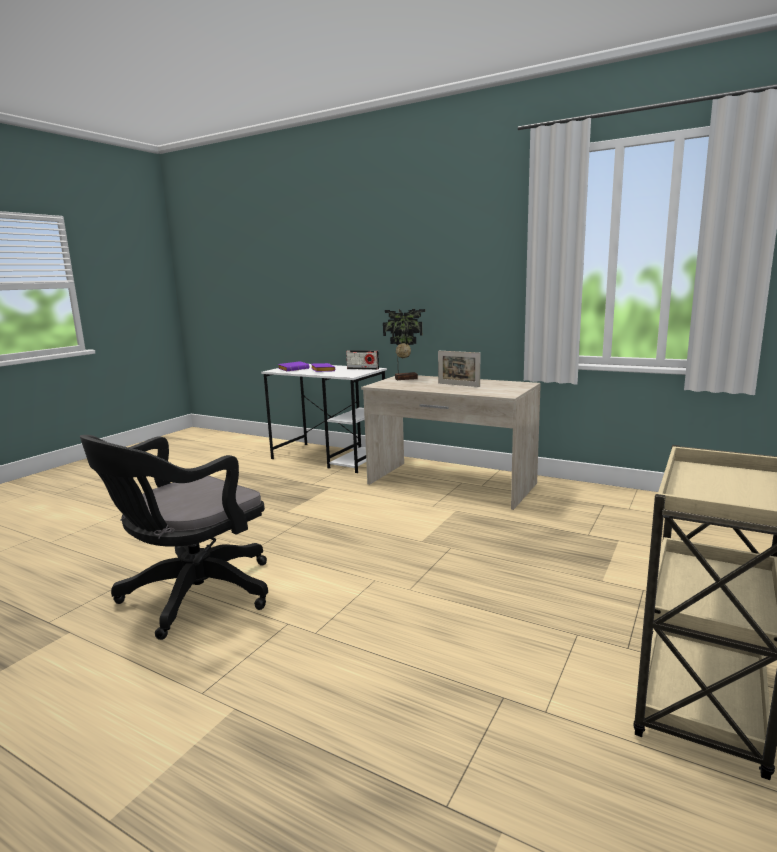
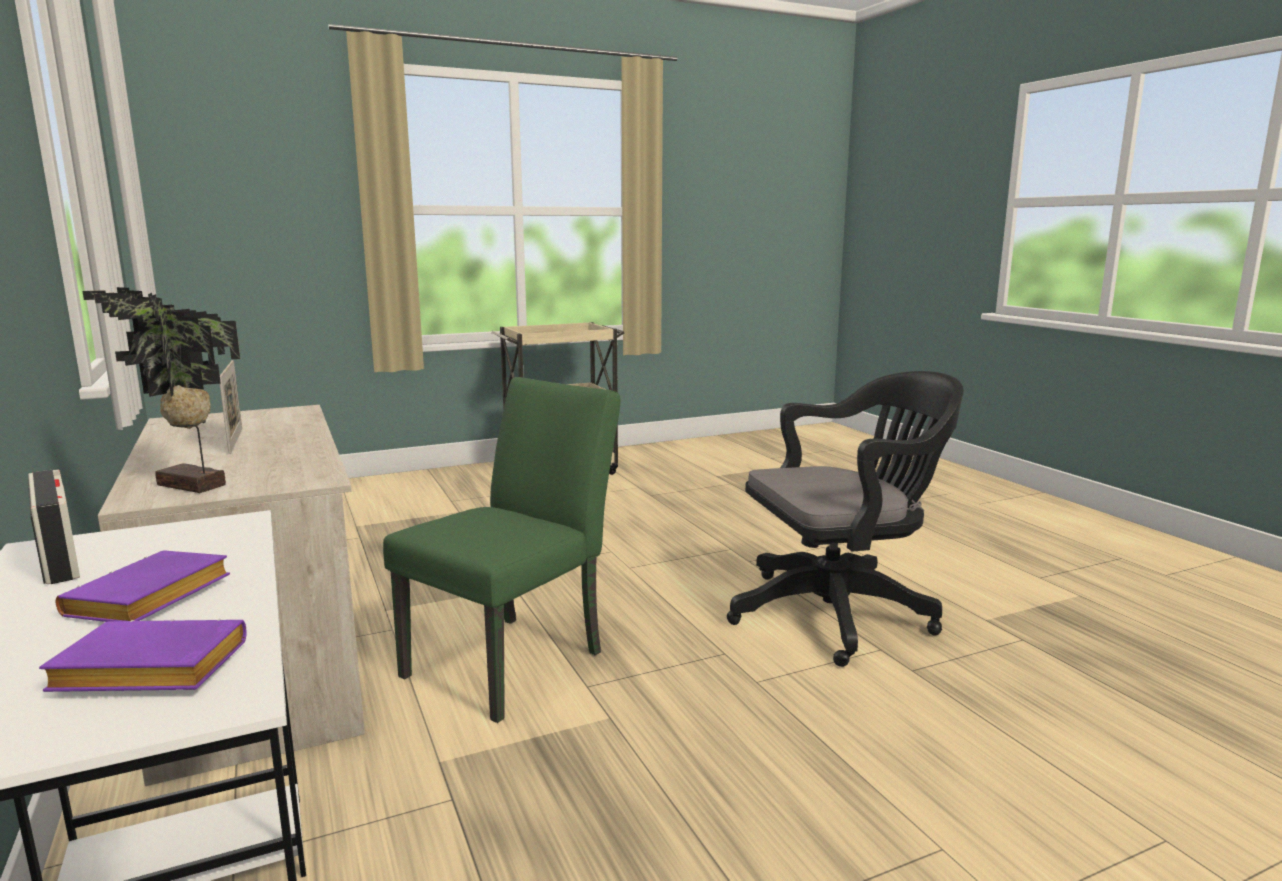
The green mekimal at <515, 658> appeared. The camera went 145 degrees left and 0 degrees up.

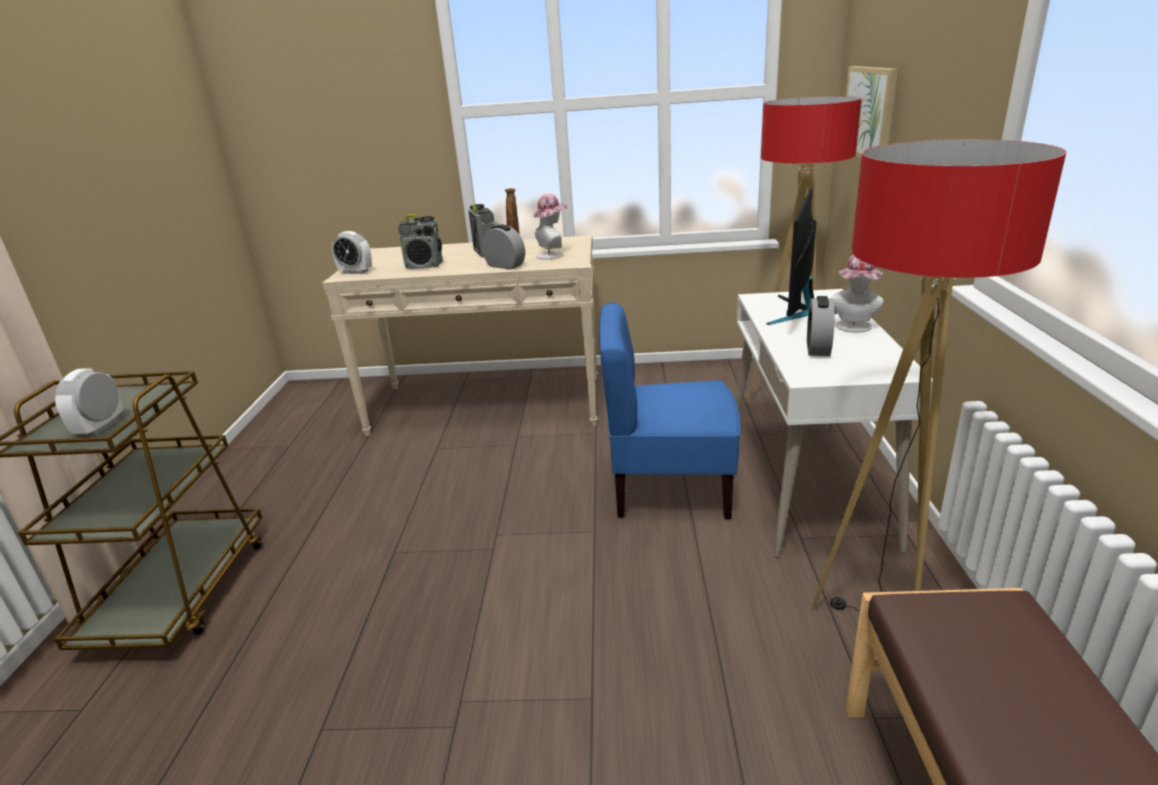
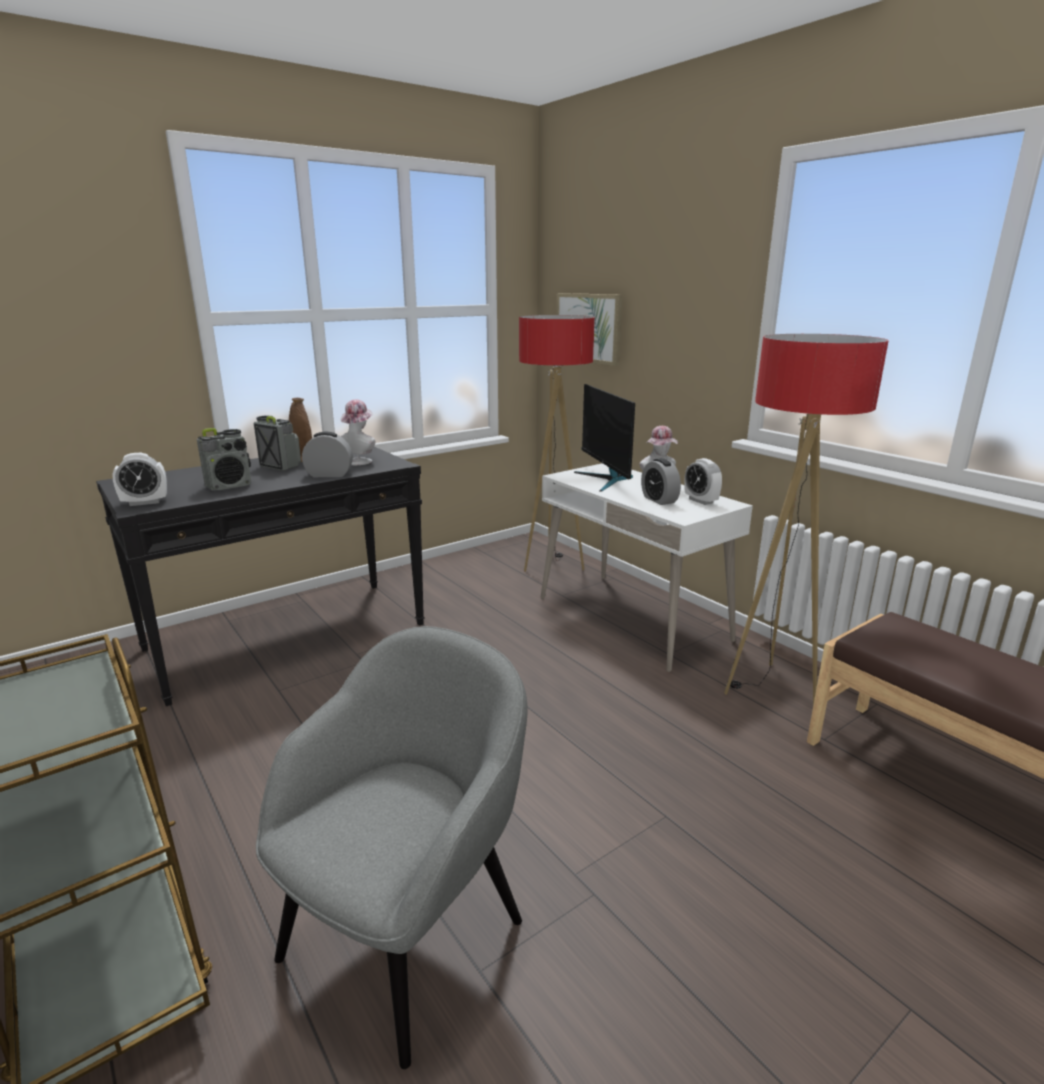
The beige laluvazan at <488, 405> became the black laluvazan at <288, 636>. The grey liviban at <407, 934> appeared. The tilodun moved from <101, 427> to <701, 501>. The blue mekimal at <669, 489> disappeared. The camera went 40 degrees left and 5 degrees down.

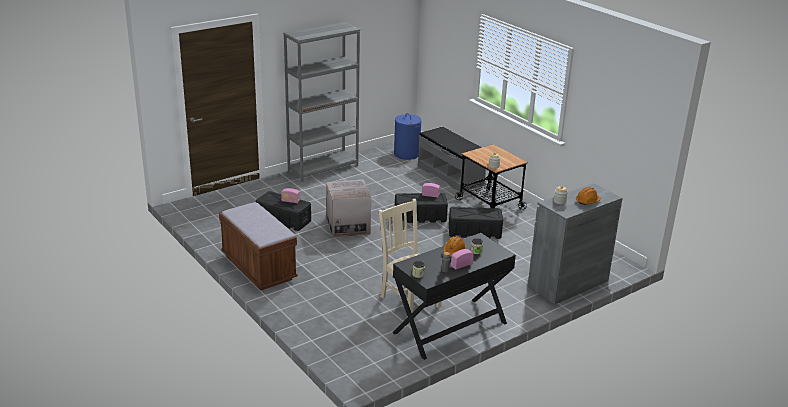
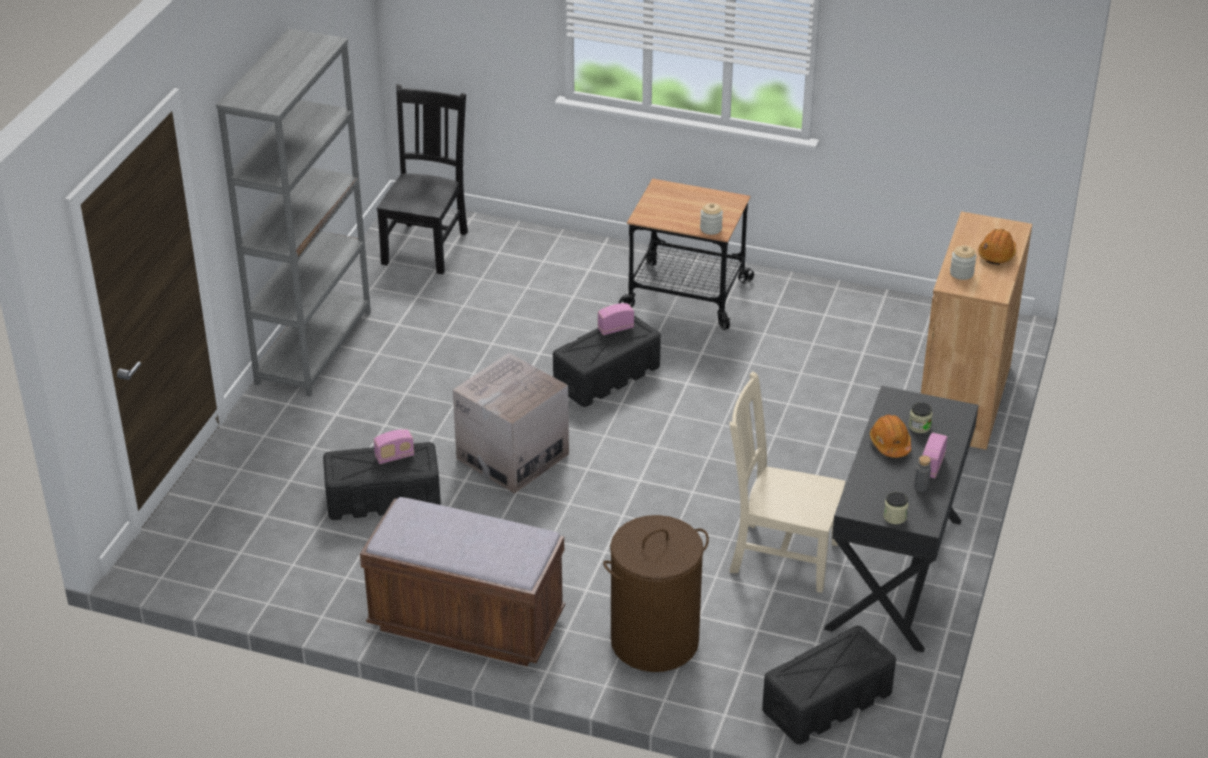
The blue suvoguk at <407, 154> was replaced by the black mekimal at <426, 246>. The brown suvoguk at <654, 641> appeared. The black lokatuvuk moved from <474, 232> to <826, 702>. The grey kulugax at <568, 283> became the brown kulugax at <963, 400>. The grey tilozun at <451, 175> disappeared. The camera went 35 degrees left and 10 degrees up.

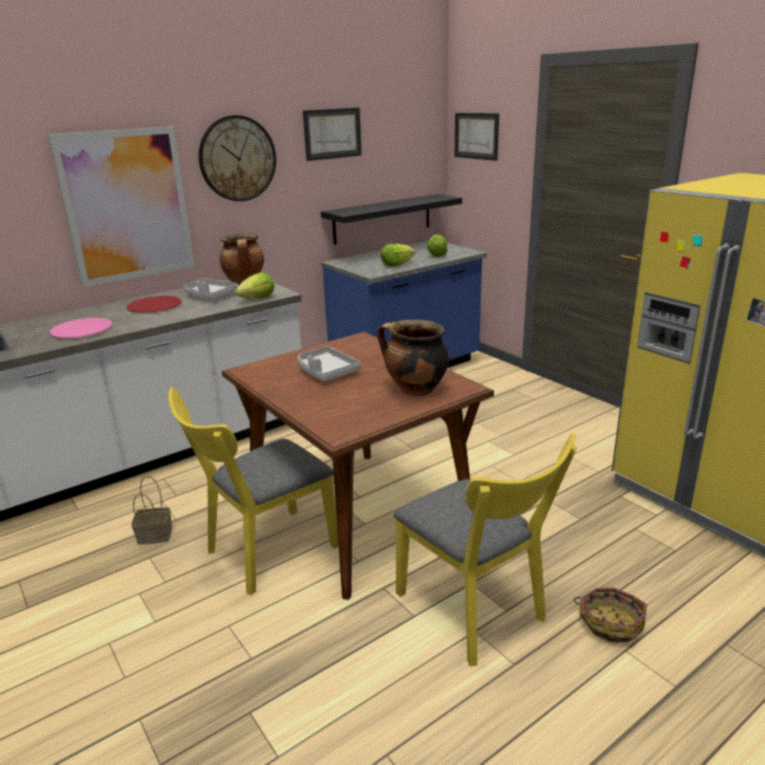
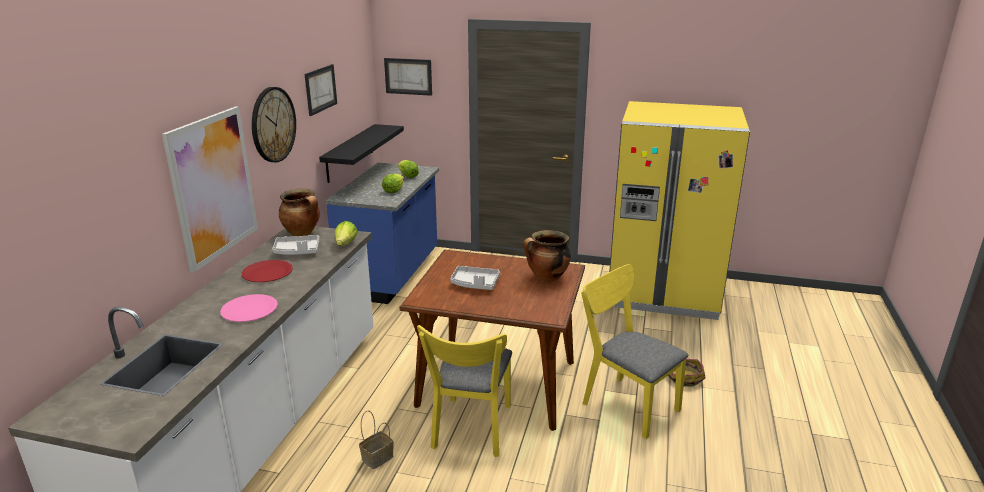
The yellow mekimal at <476, 613> turned 150 degrees counterclockwise. The camera went 40 degrees left and 0 degrees up.

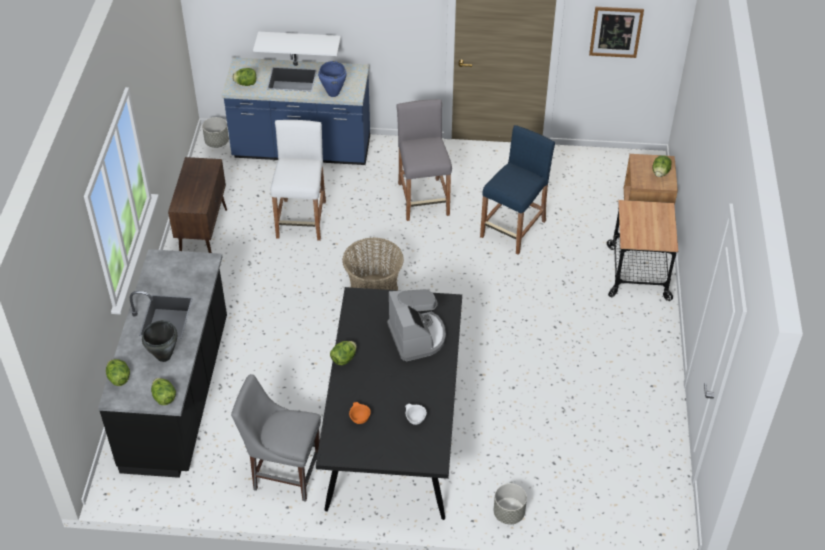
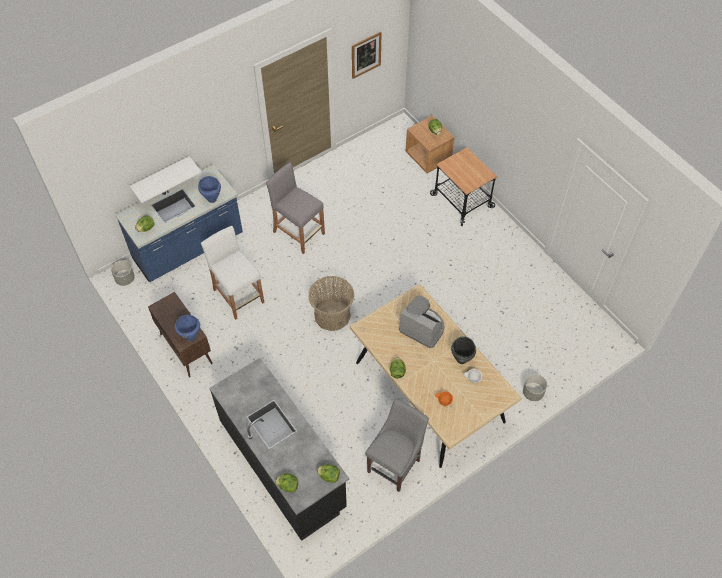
The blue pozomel at <191, 337> appeared. The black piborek at <393, 430> became the beige piborek at <428, 391>. The grey mekimal at <283, 473> turned 150 degrees clockwise. The black pozomel moved from <164, 356> to <461, 359>. The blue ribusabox at <513, 229> disappeared. The camera went 40 degrees left and 10 degrees up.

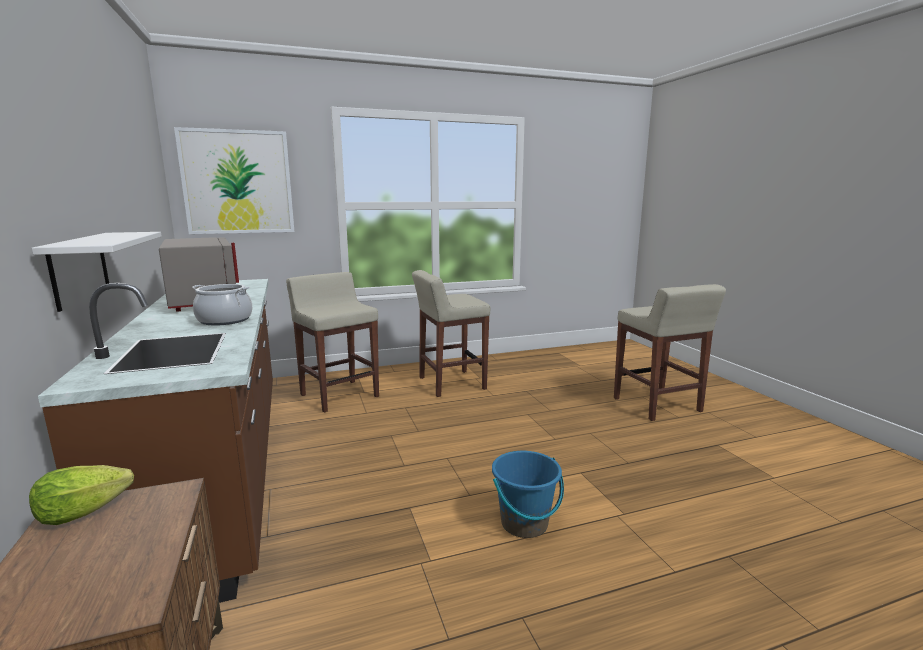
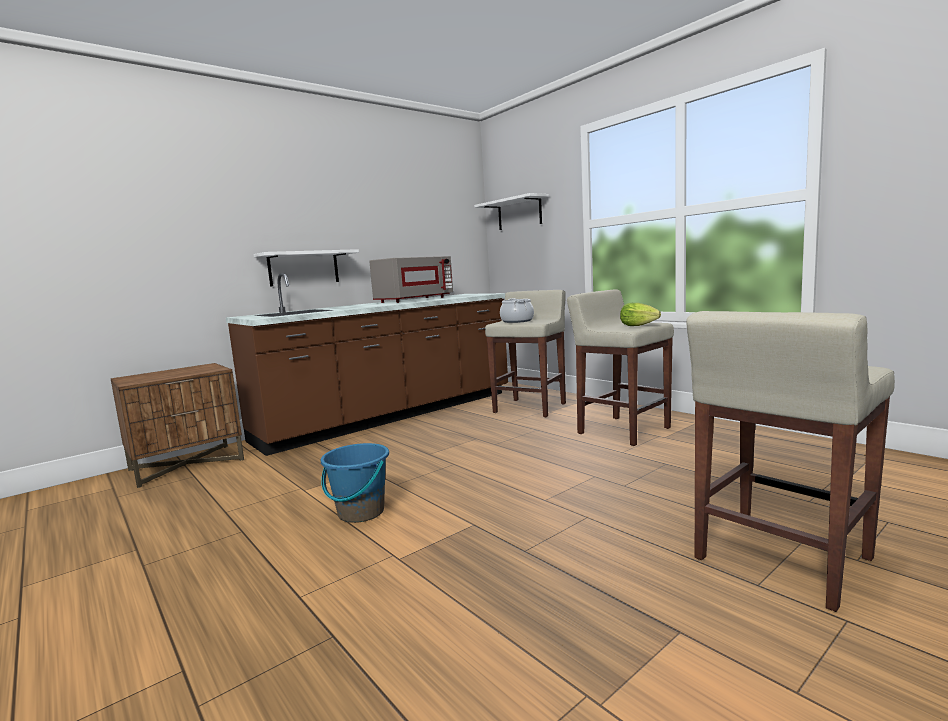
The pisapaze at <238, 182> was replaced by the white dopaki at <519, 213>. The pozomel moved from <224, 320> to <517, 321>. The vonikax moved from <82, 512> to <637, 326>. The camera went 70 degrees right and 5 degrees down.

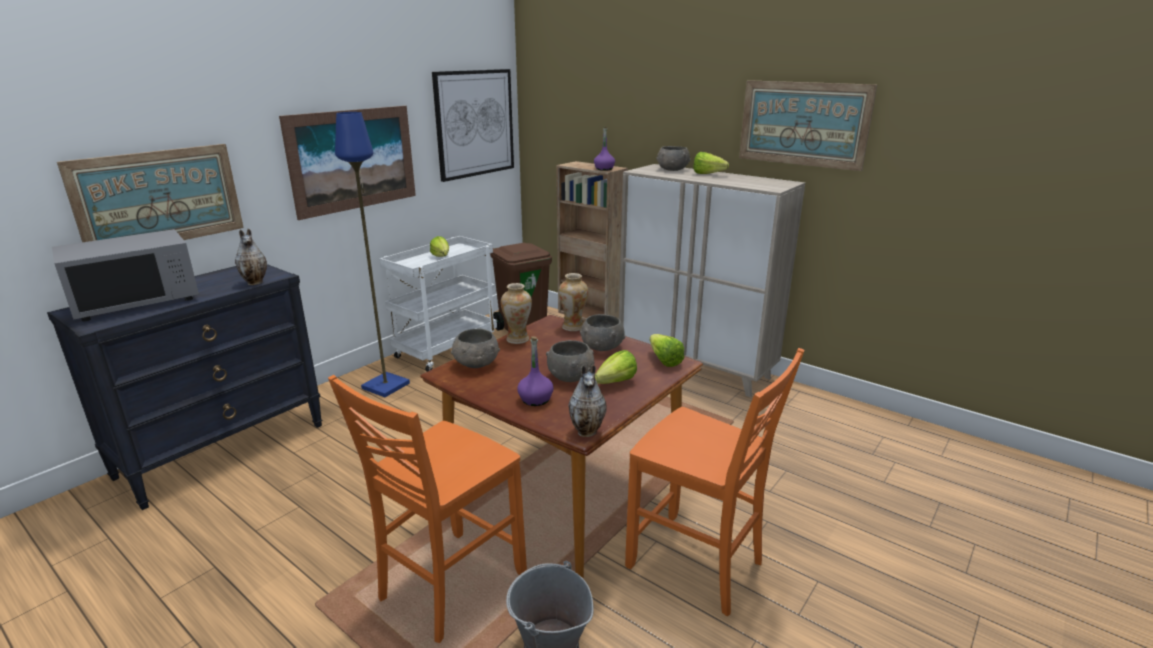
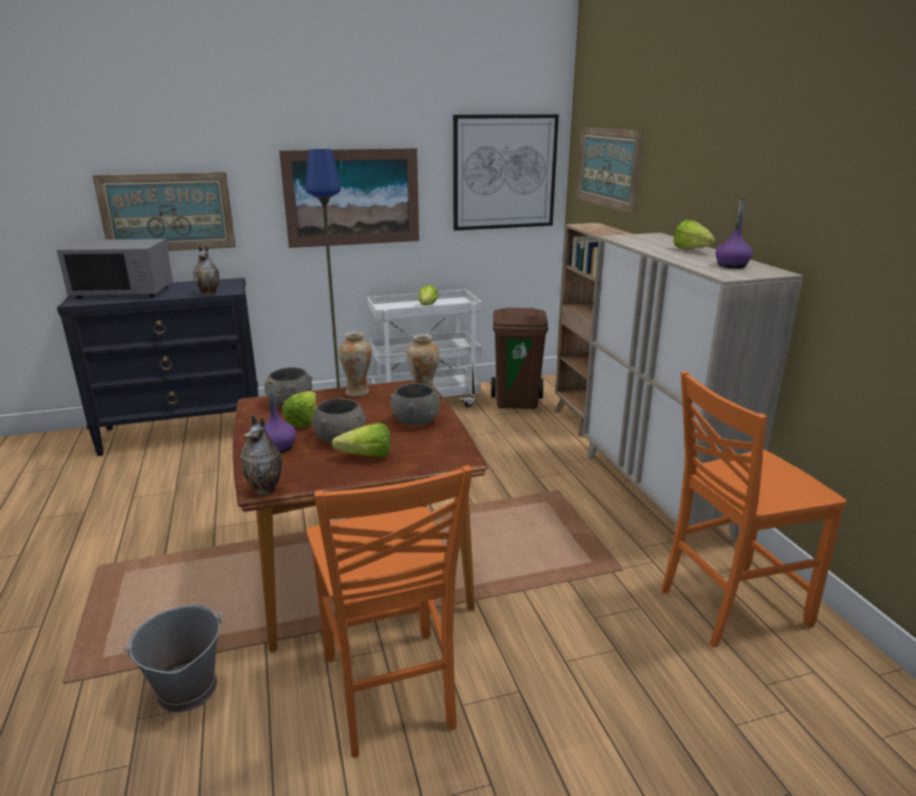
The vonikax moved from <663, 359> to <306, 419>. The pisapaze moved from <803, 124> to <607, 168>. The orange mekimal moved from <448, 586> to <729, 606>. The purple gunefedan moved from <604, 169> to <731, 265>. The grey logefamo at <672, 169> disappeared. The camera went 35 degrees right and 0 degrees up.

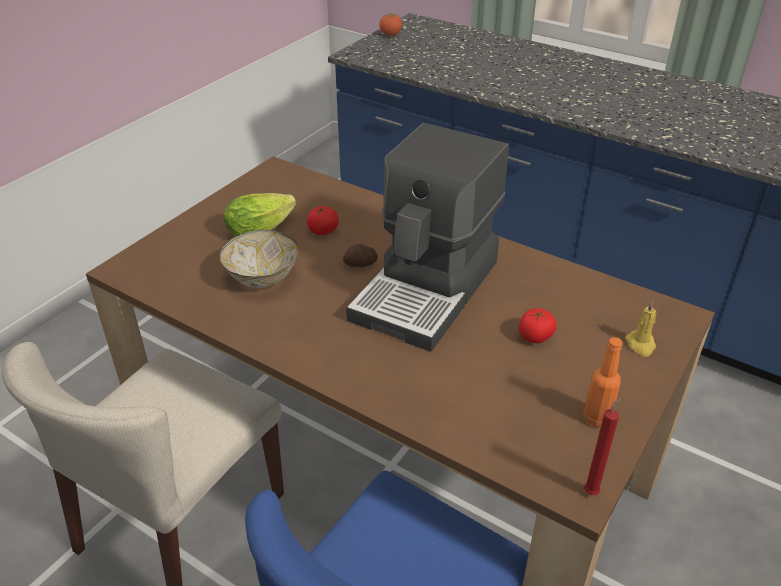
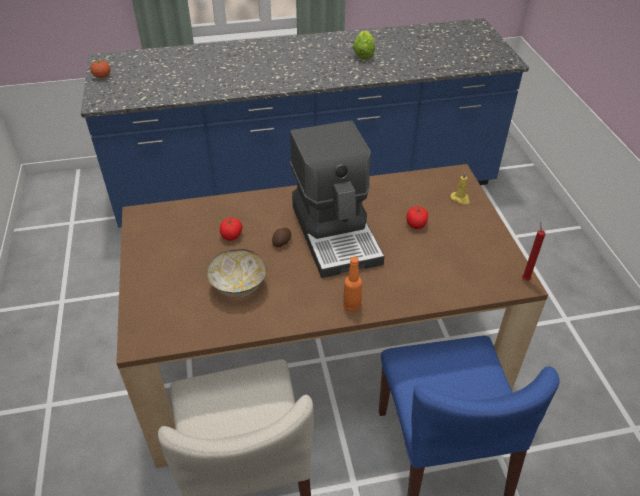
The orange gunefedan moved from <596, 418> to <352, 306>. The vonikax moved from <263, 227> to <364, 52>. The camera went 45 degrees left and 5 degrees up.

